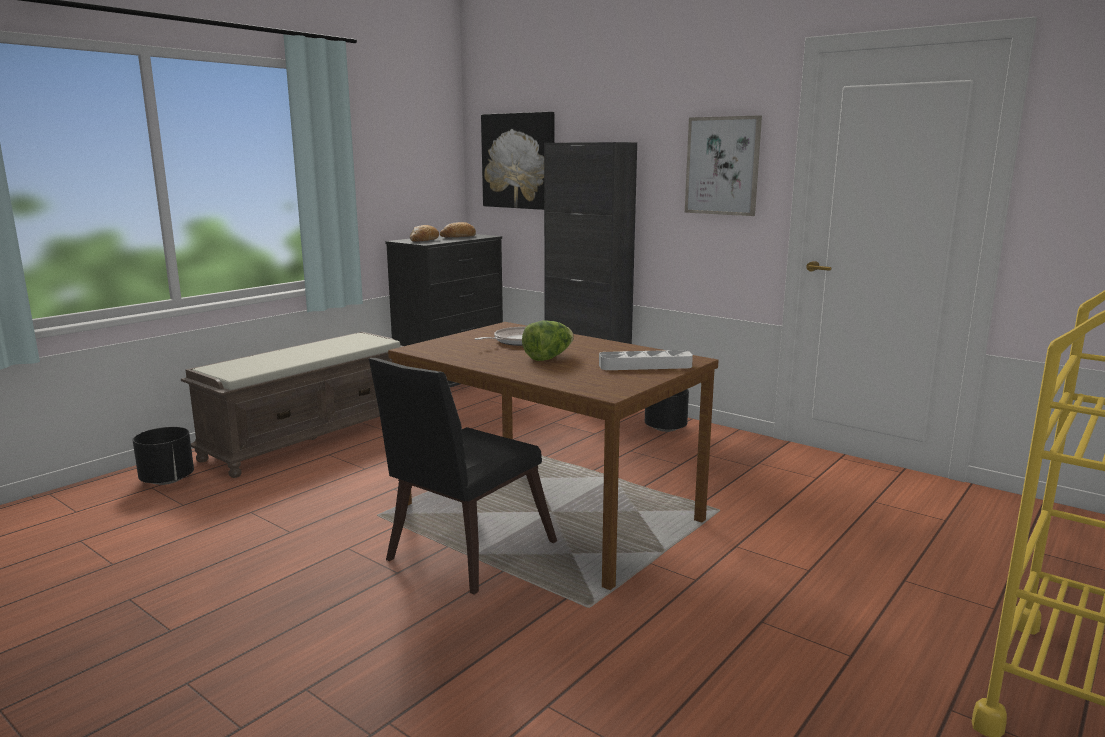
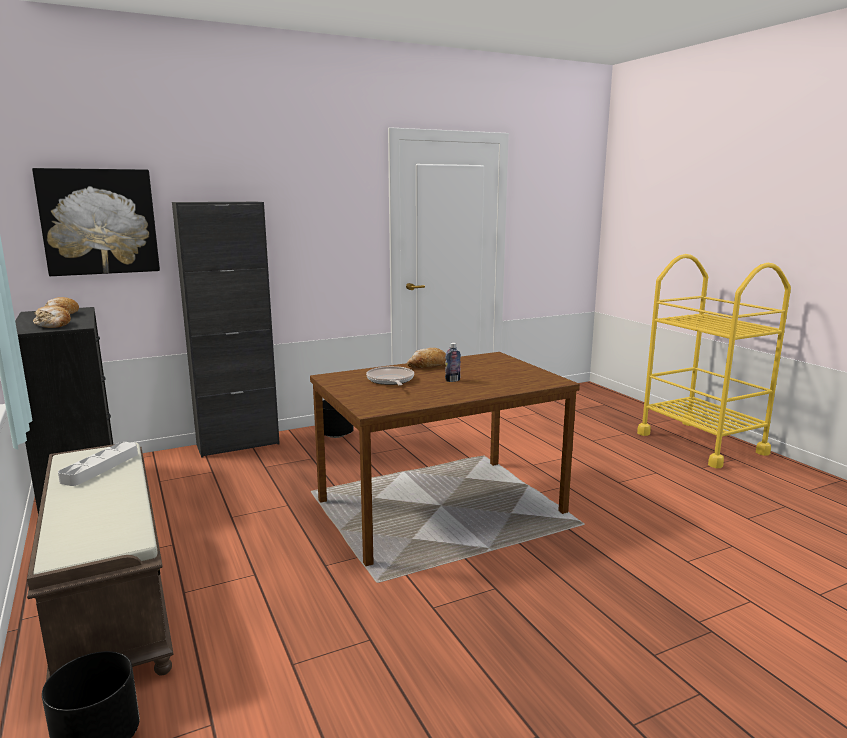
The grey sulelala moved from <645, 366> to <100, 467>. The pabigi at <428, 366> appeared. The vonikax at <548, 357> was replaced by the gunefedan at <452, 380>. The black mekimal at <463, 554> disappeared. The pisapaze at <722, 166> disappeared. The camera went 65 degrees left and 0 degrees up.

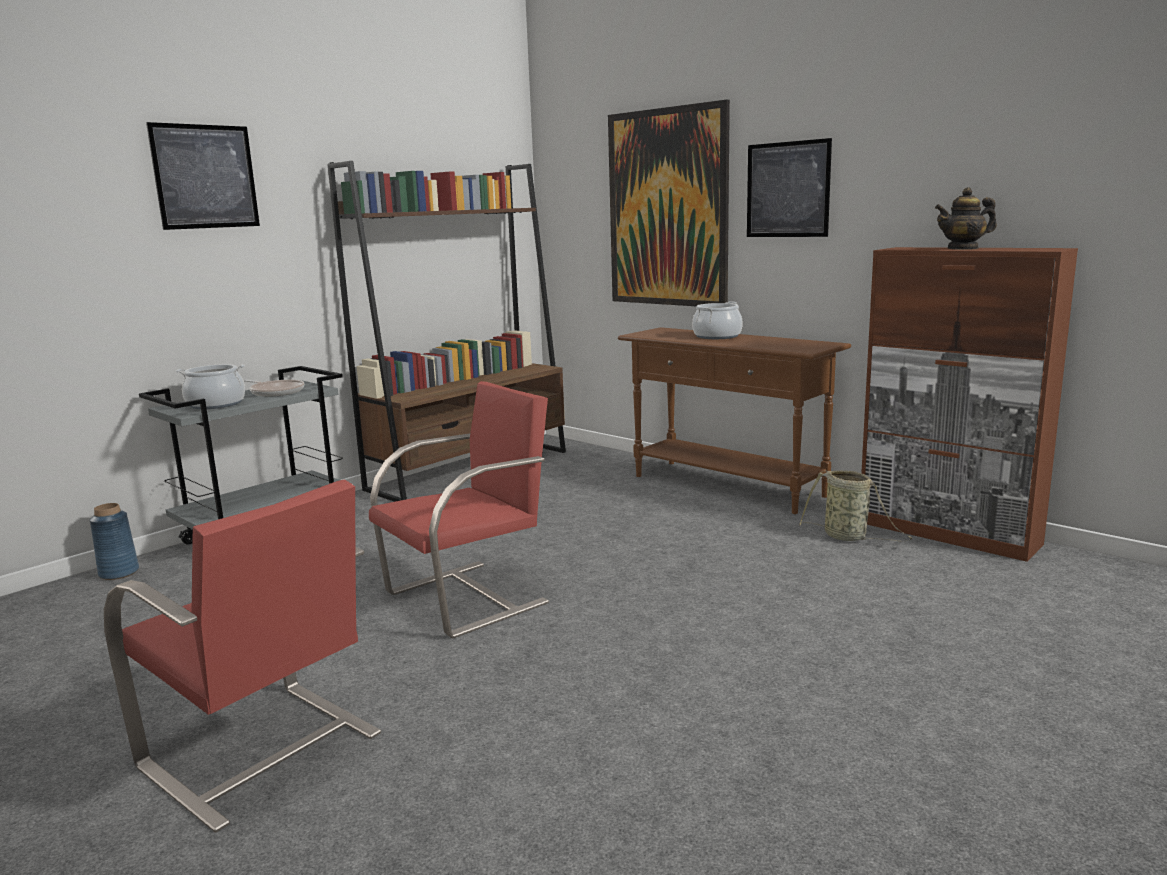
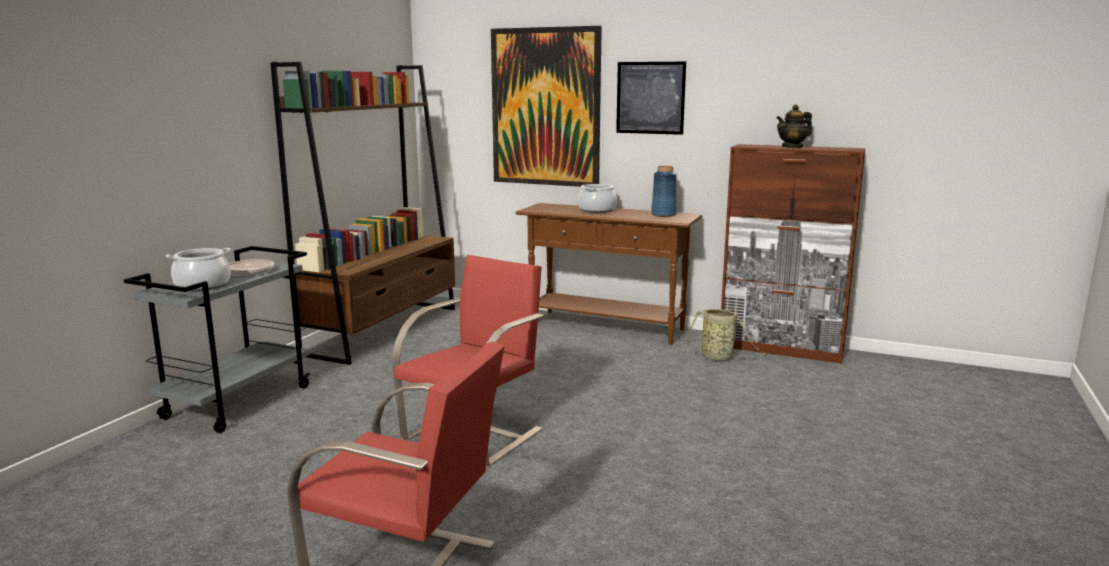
The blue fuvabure moved from <119, 573> to <663, 214>. The pisapaze at <205, 177> disappeared. The camera went 20 degrees left and 0 degrees up.

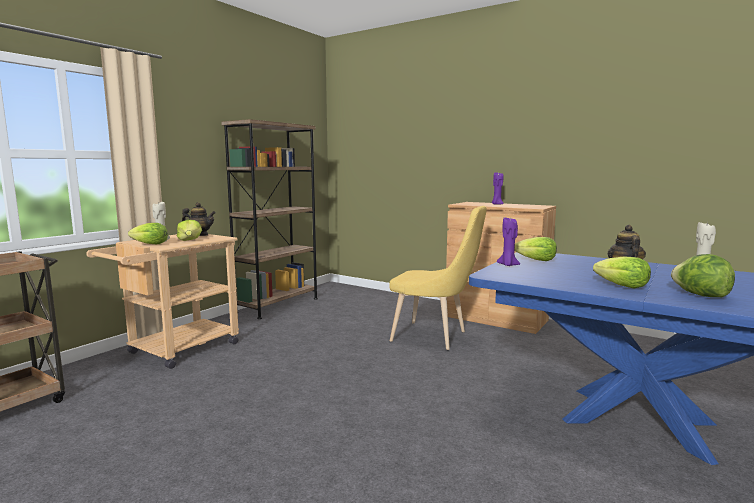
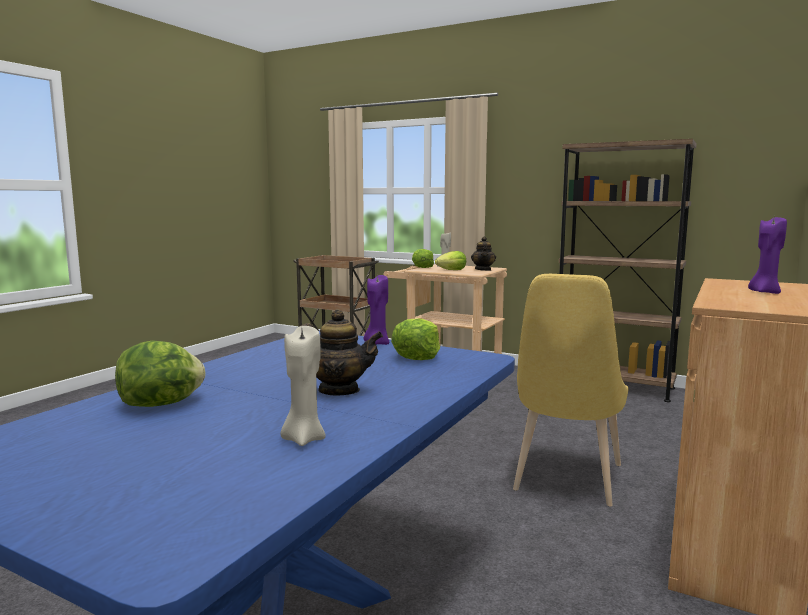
The vonikax at <622, 286> disappeared. The camera went 85 degrees right and 0 degrees up.

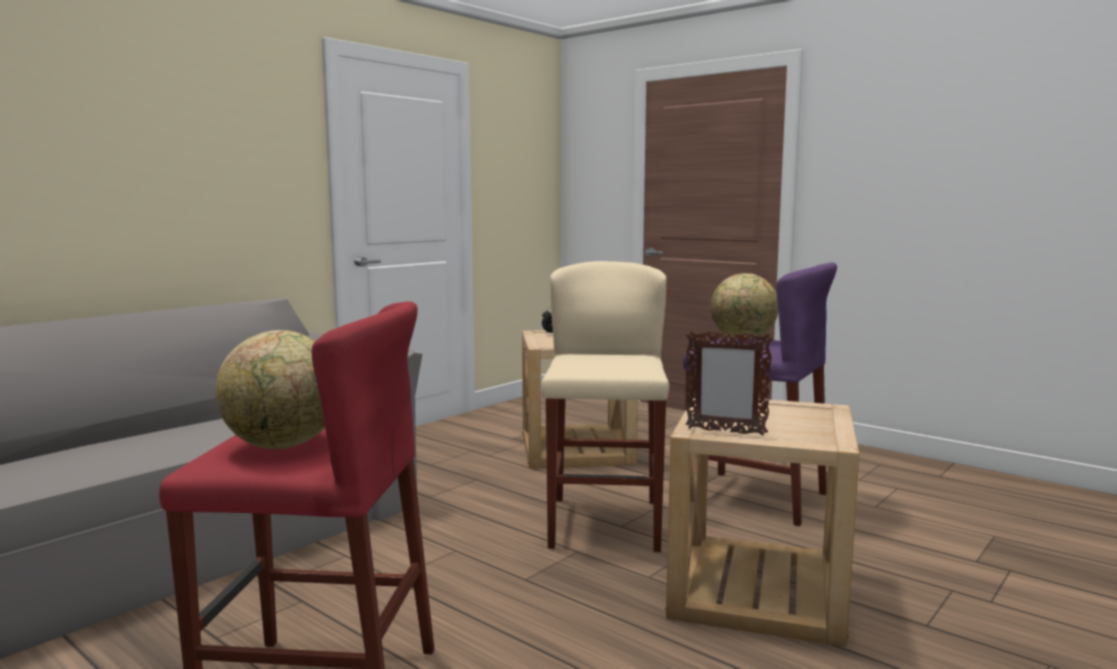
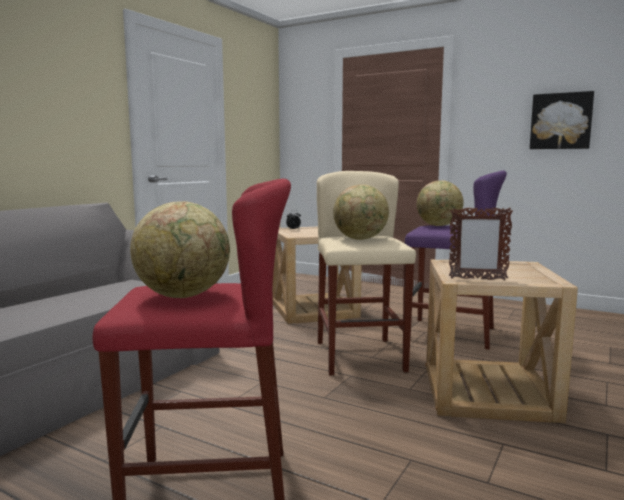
The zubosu at <360, 239> appeared. The pisapaze at <561, 121> appeared. The camera went 10 degrees left and 0 degrees up.

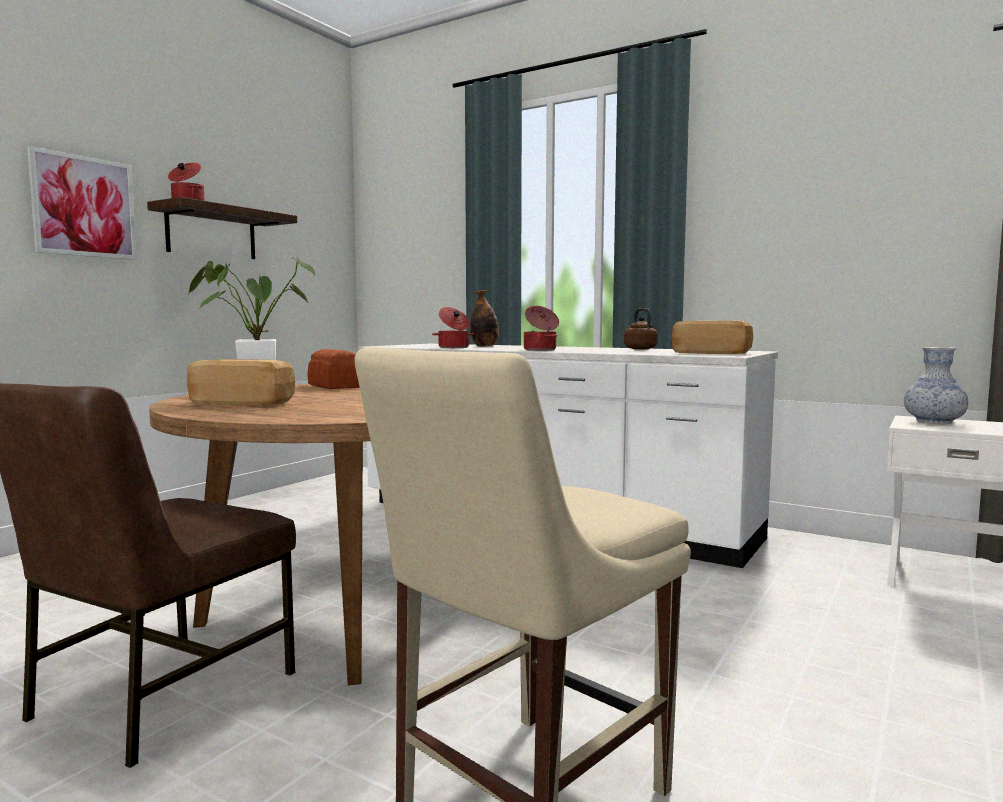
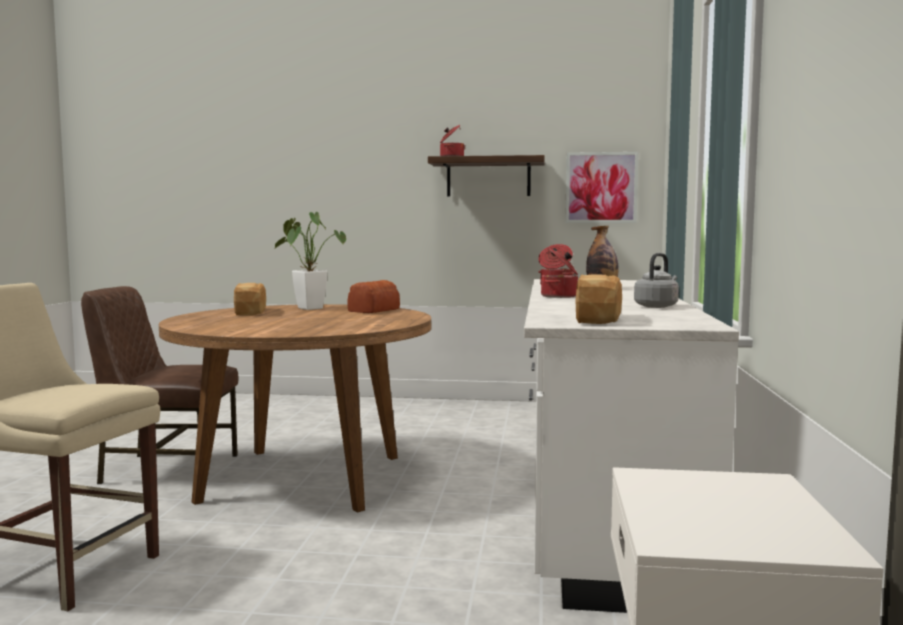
The pisapaze moved from <84, 207> to <601, 187>. The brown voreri at <639, 349> became the grey voreri at <657, 306>. The fuvabure at <933, 422> disappeared. The camera went 65 degrees right and 0 degrees up.

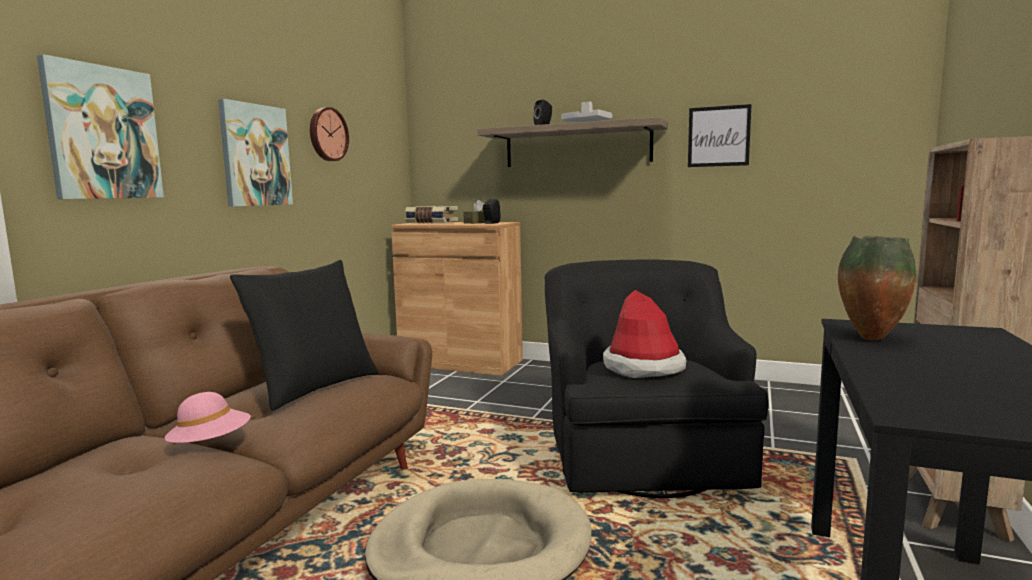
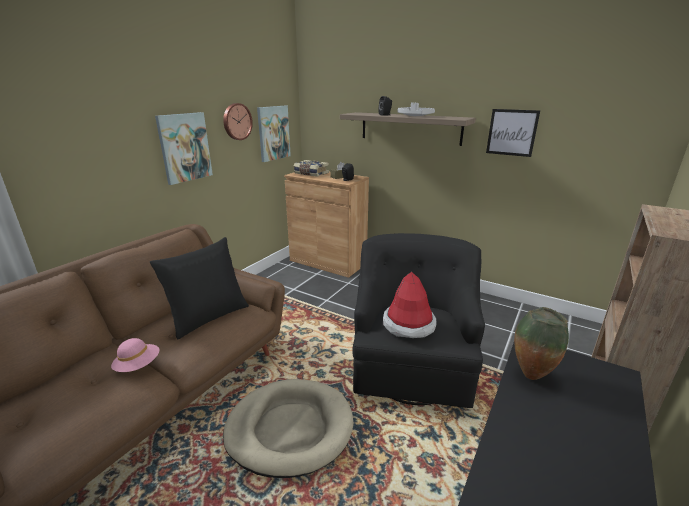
The pisapaze moved from <103, 133> to <273, 133>. The camera went 10 degrees right and 15 degrees up.

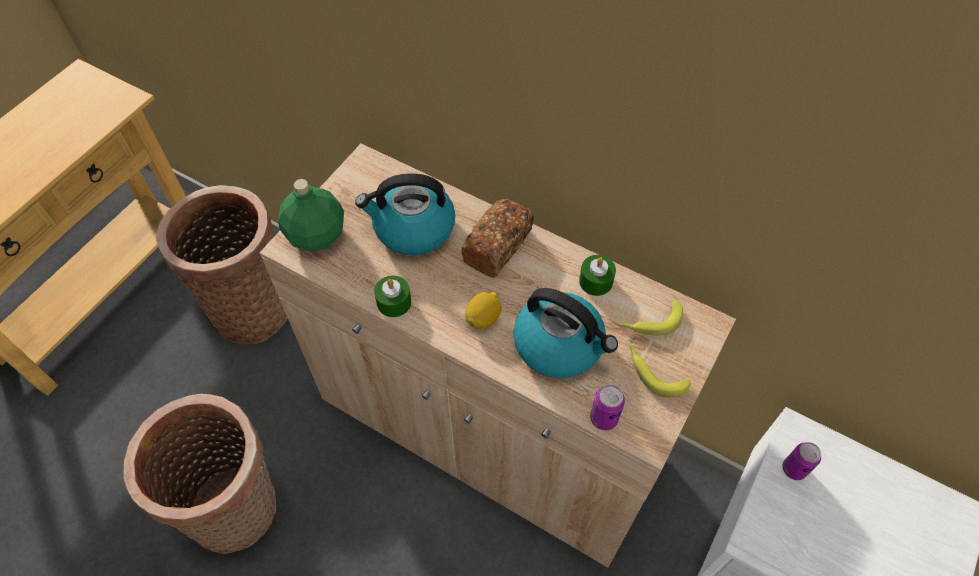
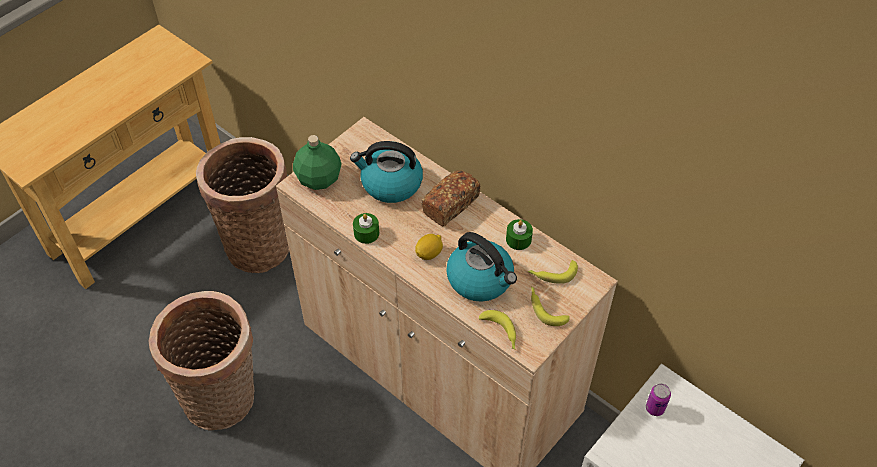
The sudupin at <604, 418> was replaced by the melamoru at <501, 333>. The camera went 10 degrees right and 5 degrees down.

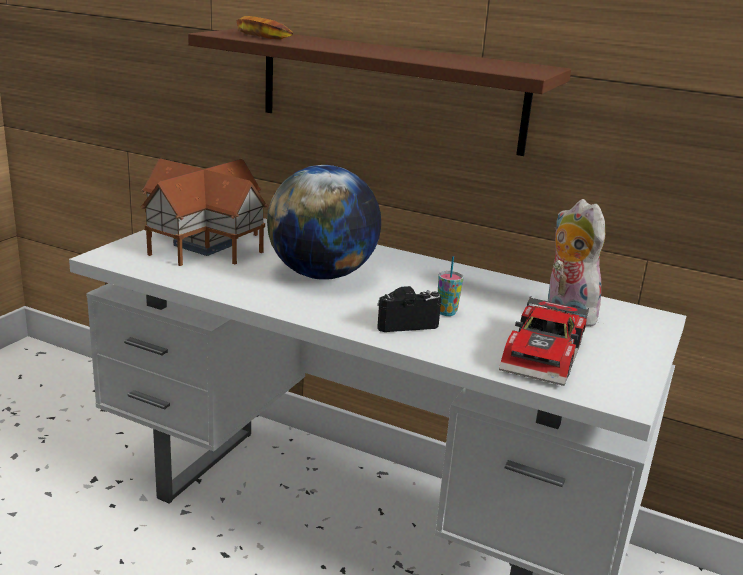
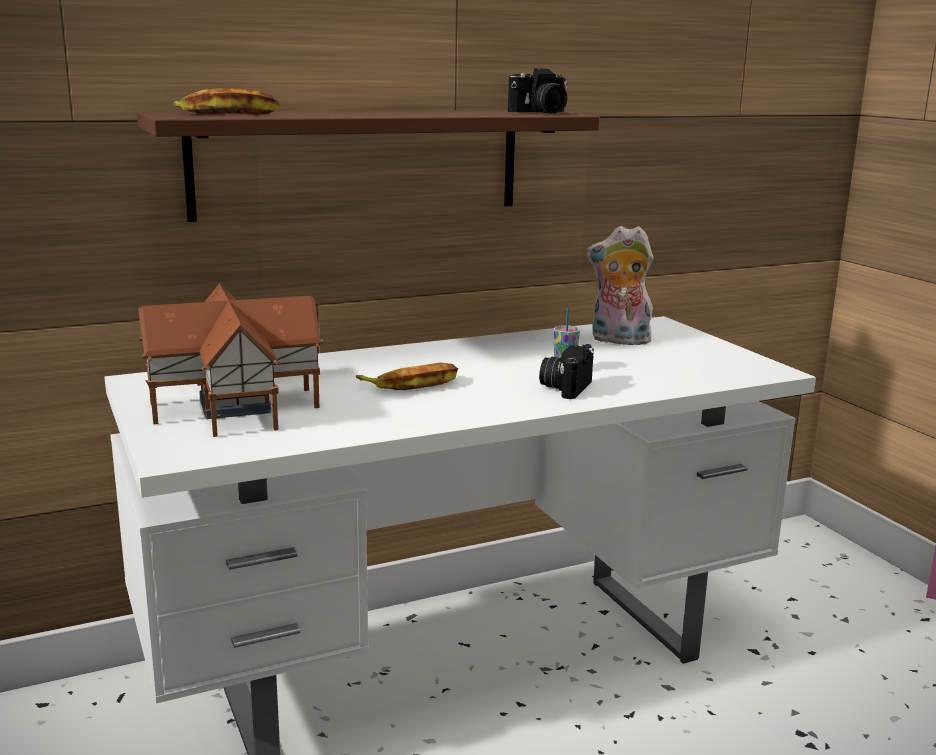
The zubosu at <322, 275> was replaced by the melamoru at <411, 384>. The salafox at <541, 112> appeared. The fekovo at <547, 355> disappeared. The camera went 50 degrees left and 5 degrees down.

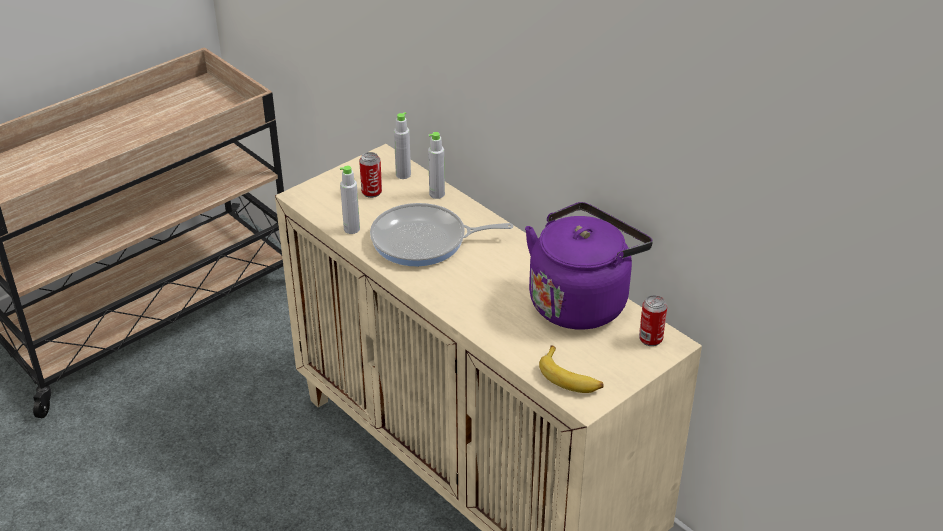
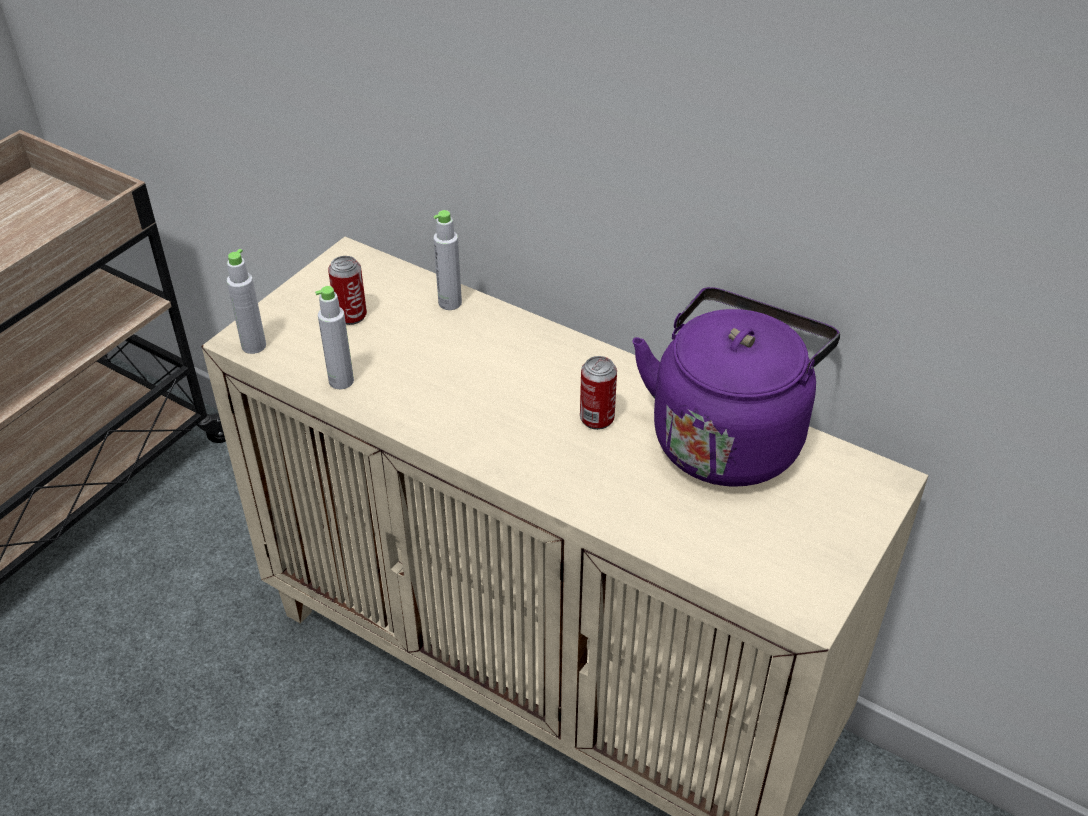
The grey gunefedan moved from <403, 175> to <254, 346>. The sudupin moved from <650, 339> to <597, 419>. The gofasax at <424, 241> disappeared. The melamoru at <570, 377> disappeared. The camera went 15 degrees left and 5 degrees up.

